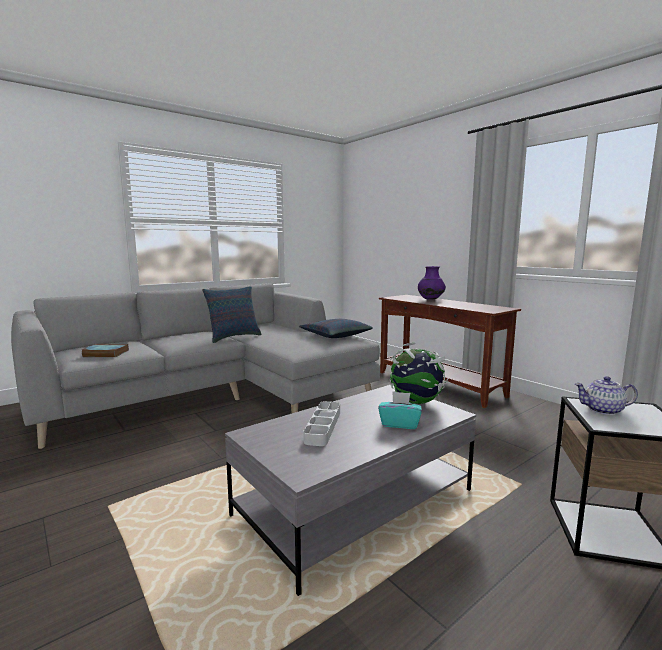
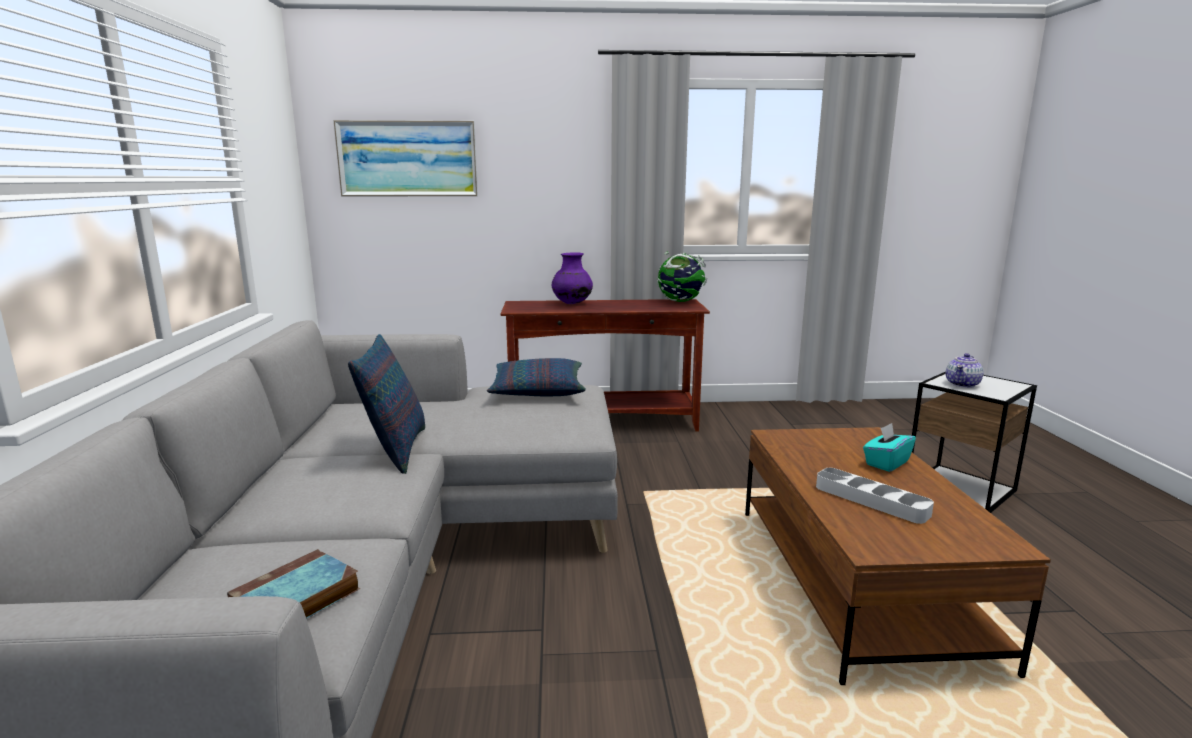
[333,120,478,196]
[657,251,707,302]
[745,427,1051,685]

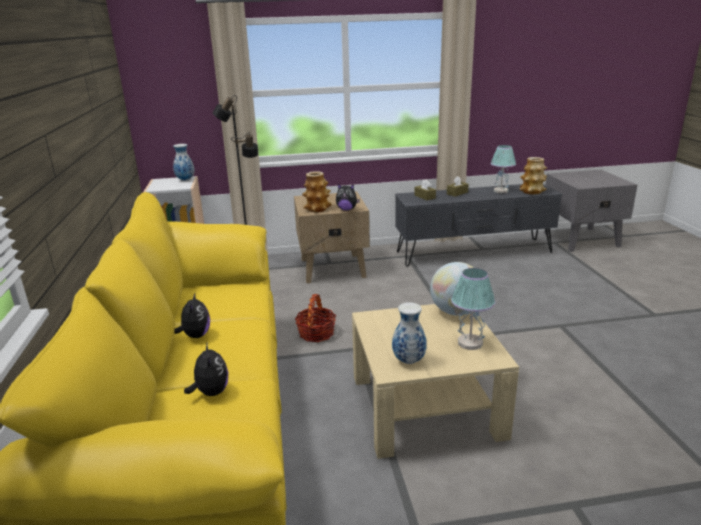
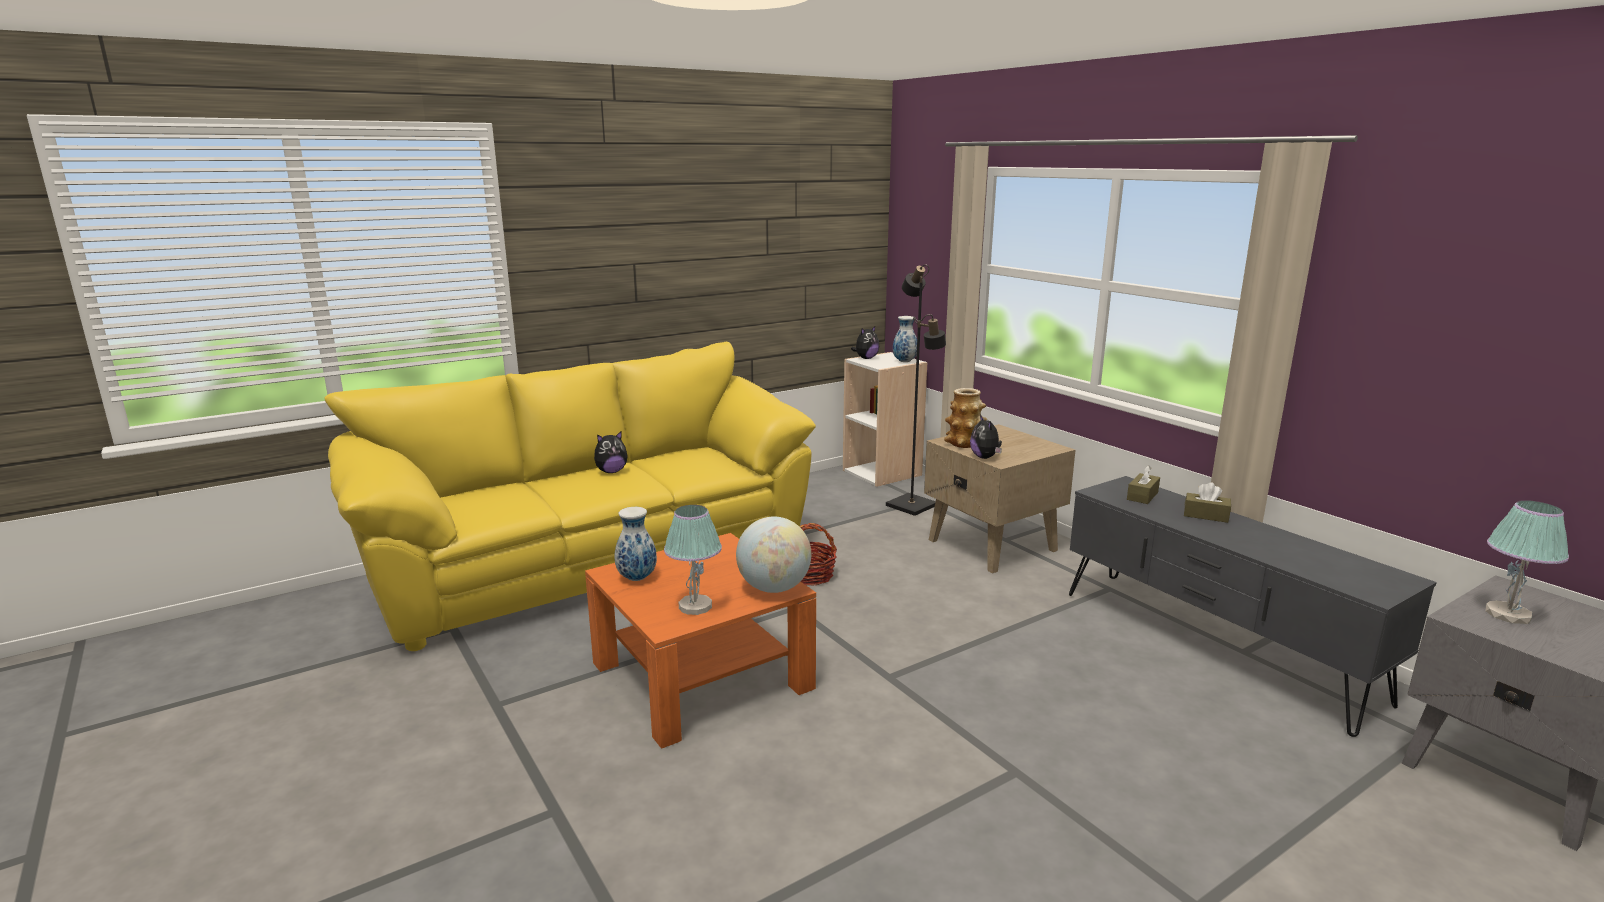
[585,533,816,749]
[851,326,879,359]
[1485,500,1569,624]
[520,157,547,194] (first image)

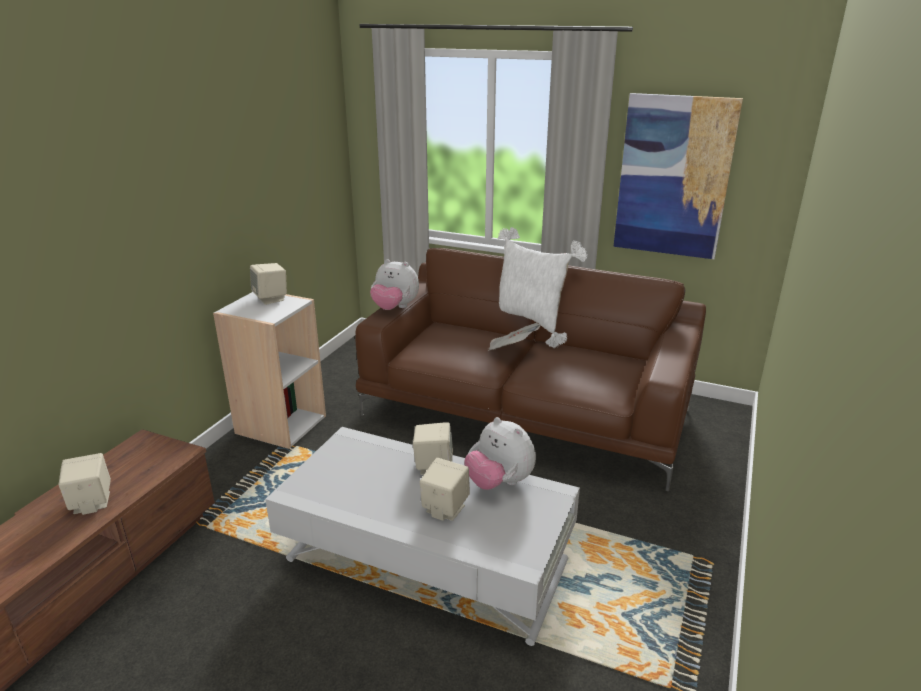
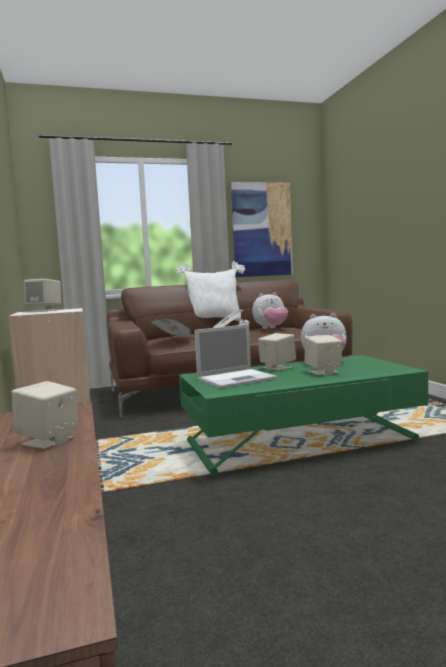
[151,317,193,337]
[179,355,428,476]
[194,324,277,389]
[252,292,288,329]

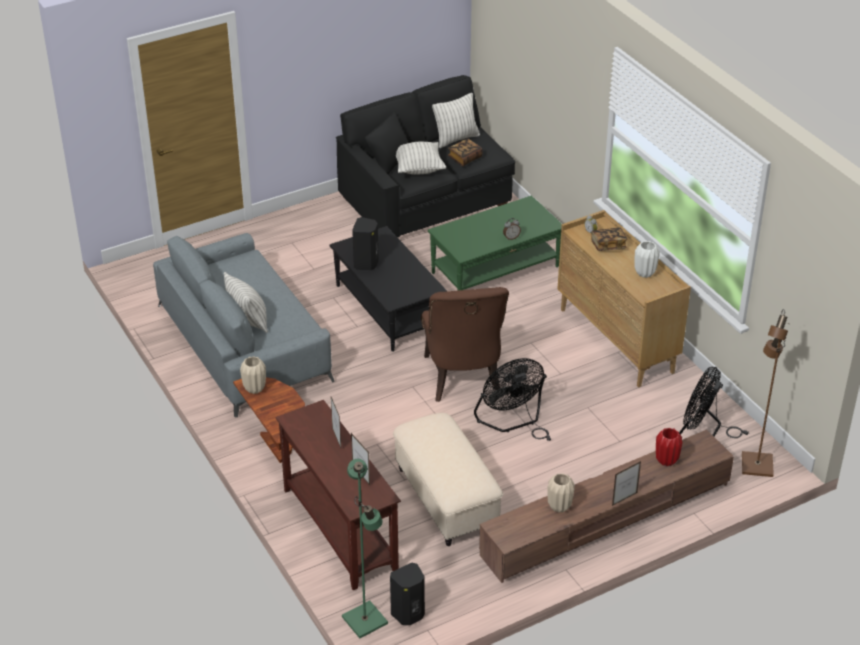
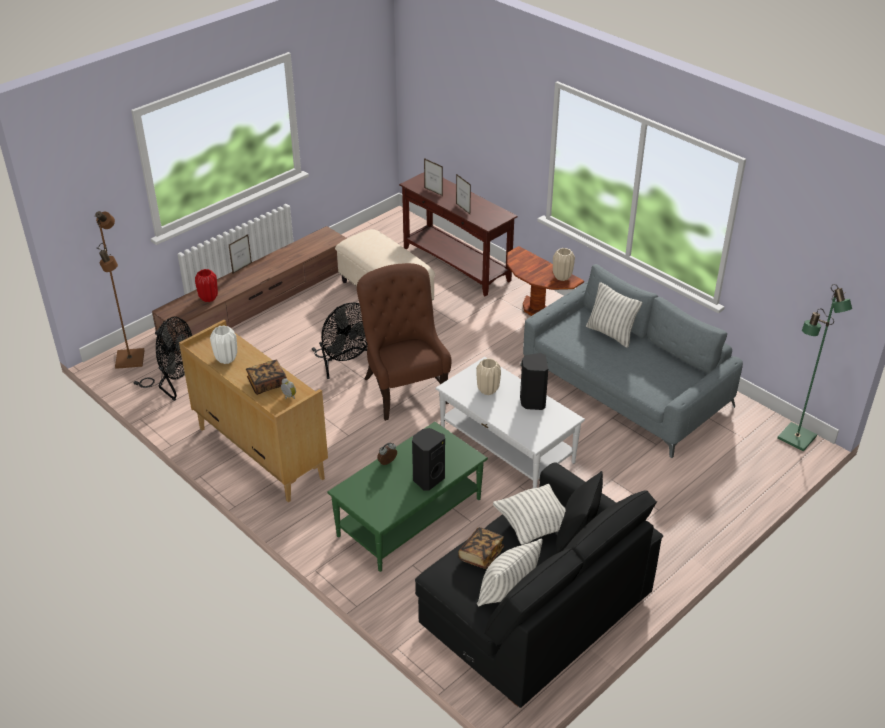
[412,428,445,490]
[436,357,585,488]
[476,358,501,395]
[777,284,852,451]

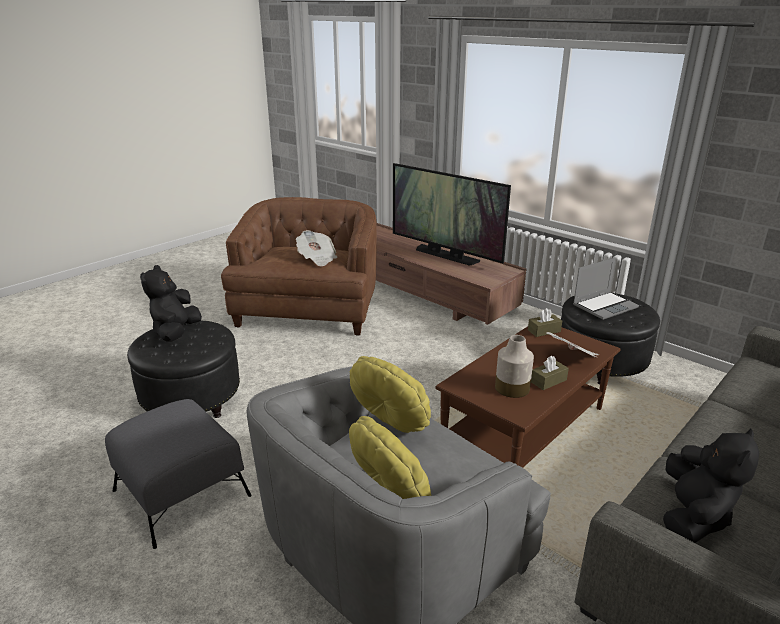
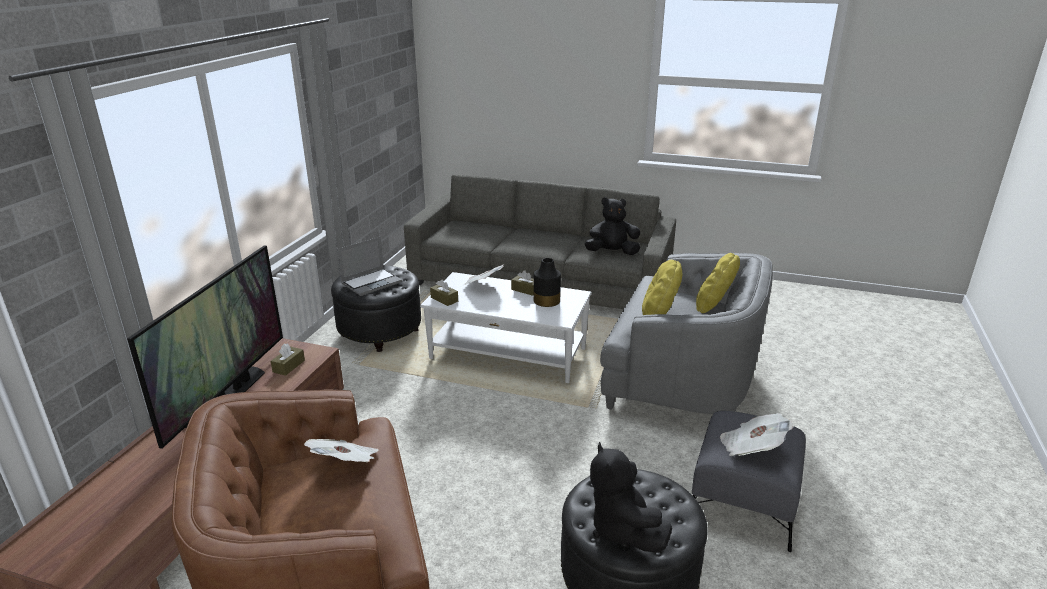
[271,343,305,376]
[337,237,402,296]
[420,272,591,383]
[534,258,561,307]
[590,442,672,553]
[720,413,793,456]

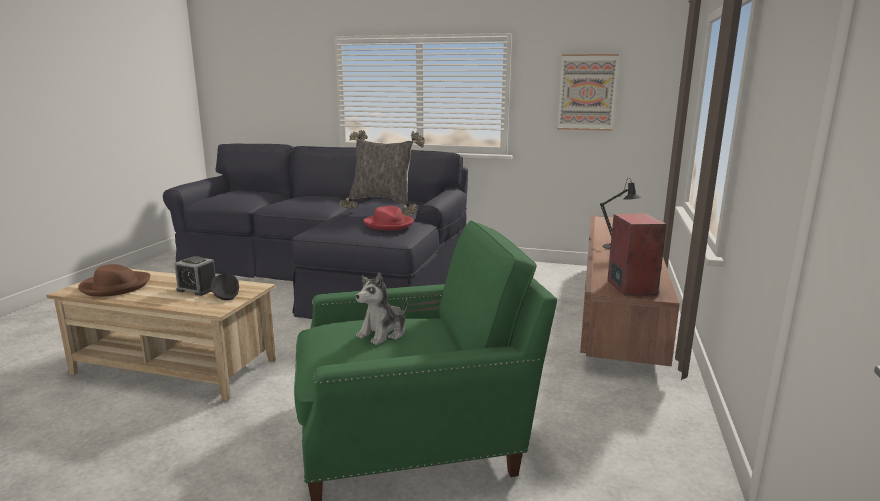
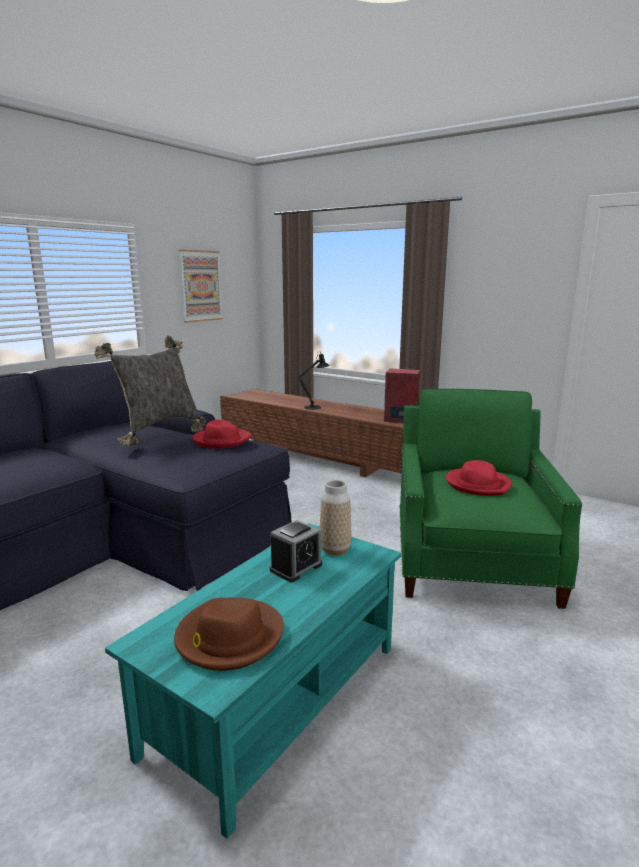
[105,523,401,839]
[320,480,351,555]
[446,460,512,496]

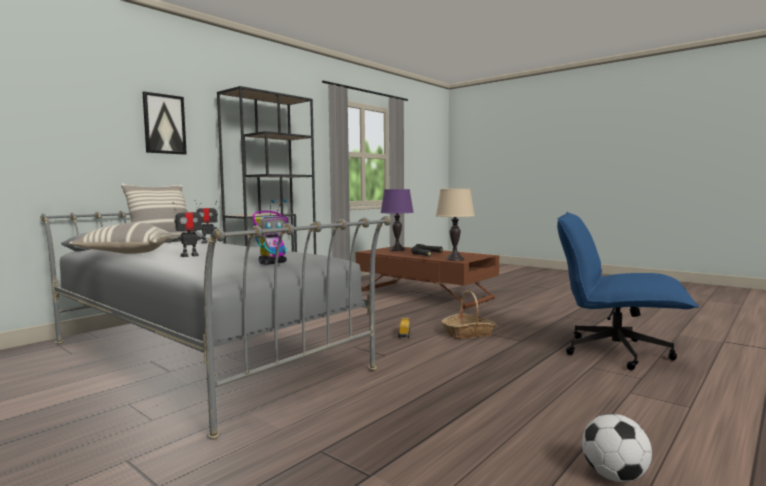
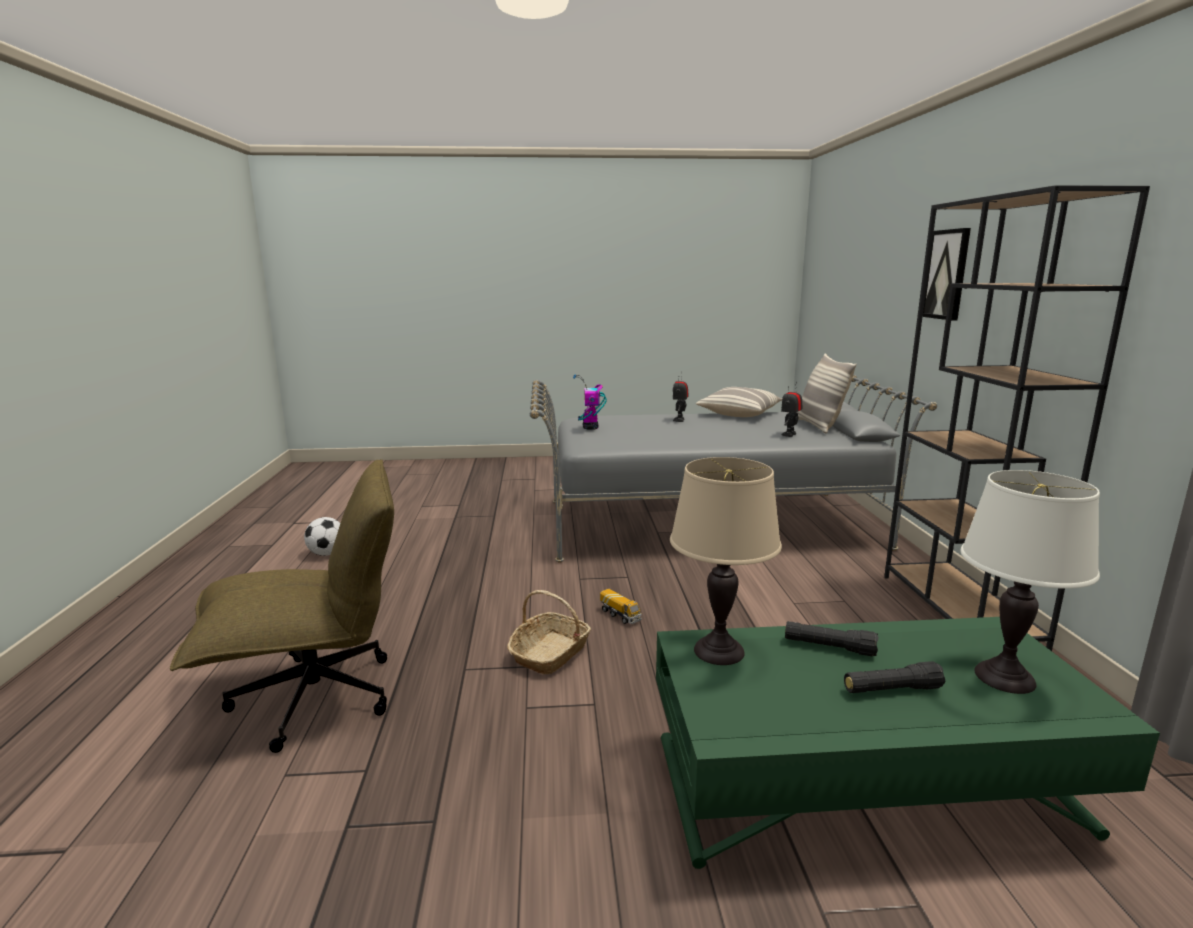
[170,459,394,753]
[656,617,1160,869]
[960,470,1100,694]

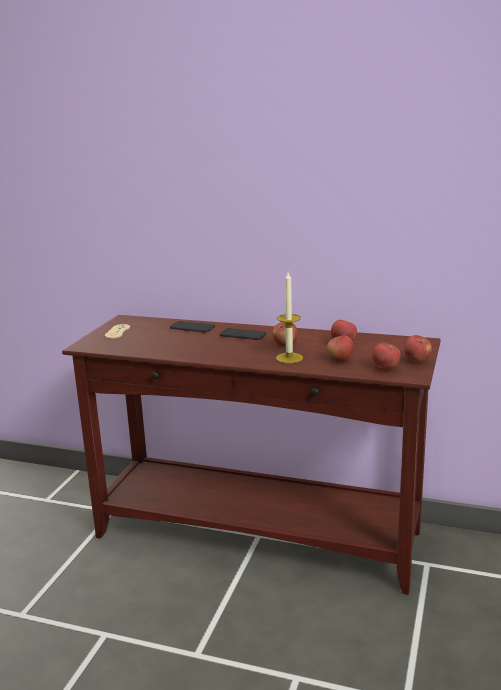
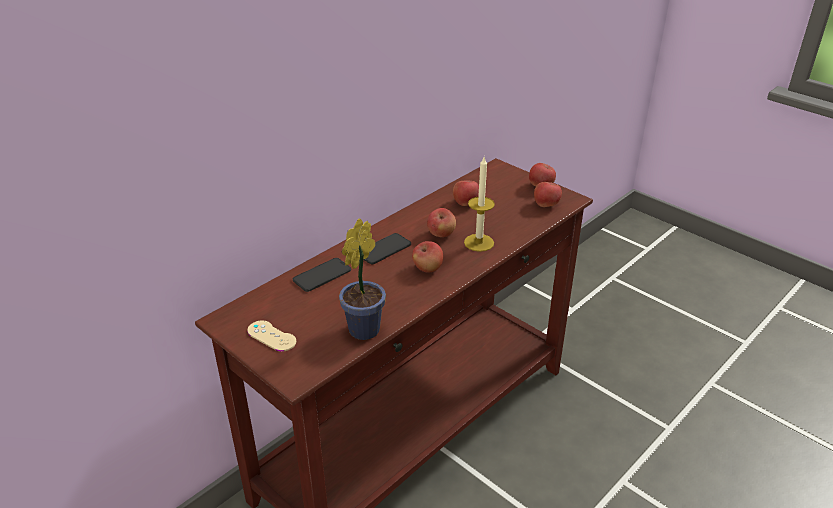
[339,218,386,340]
[412,241,443,273]

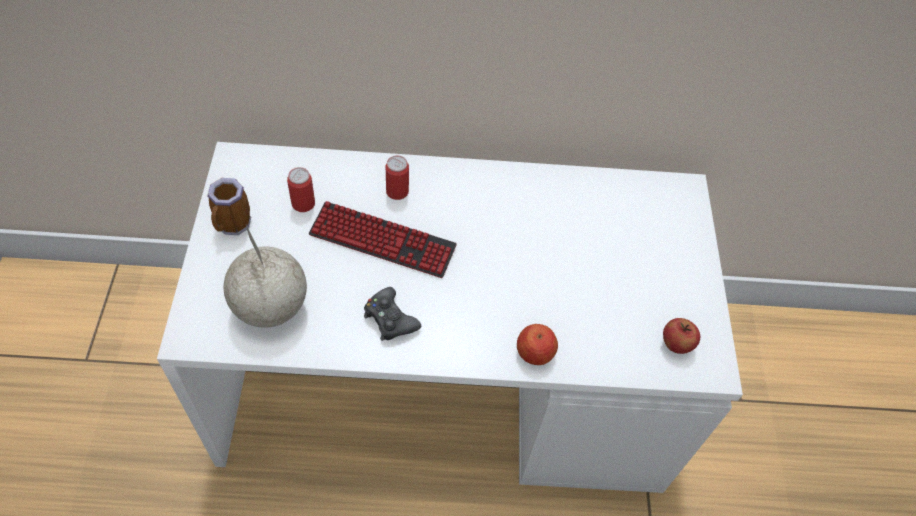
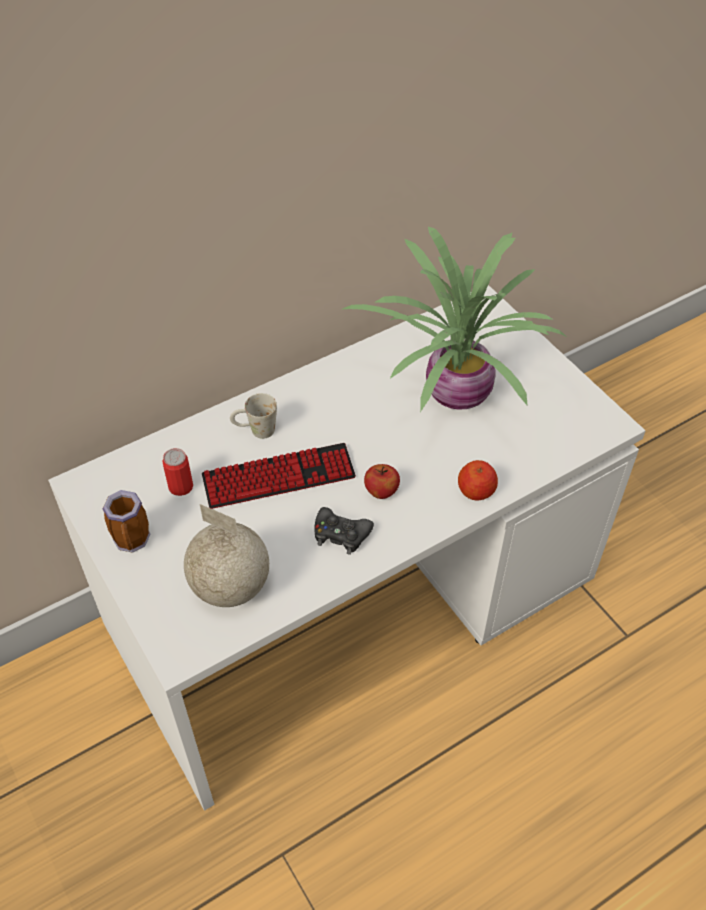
[230,393,277,439]
[343,227,567,412]
[364,464,400,499]

